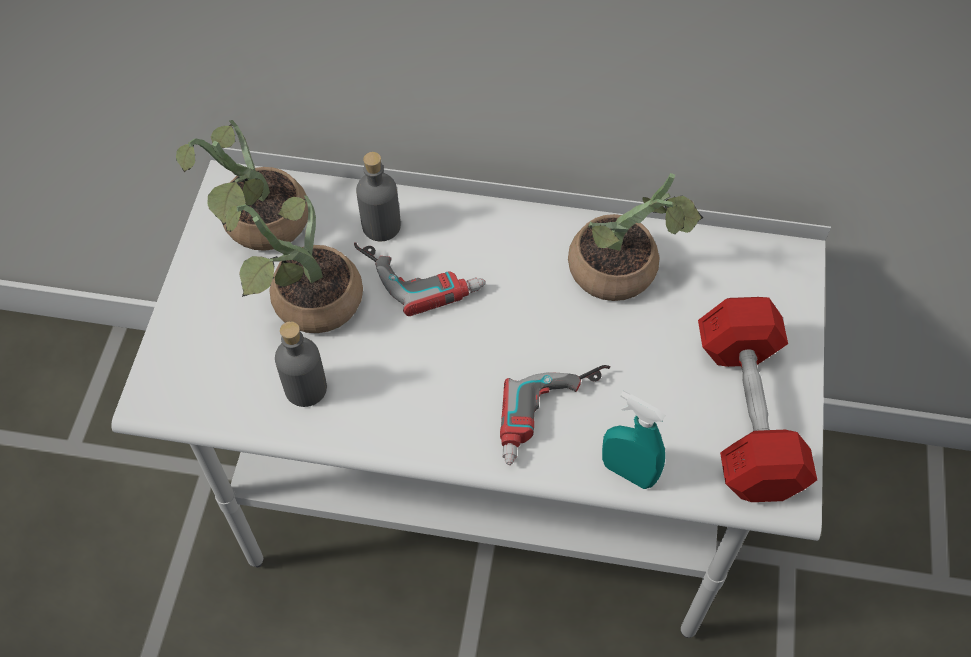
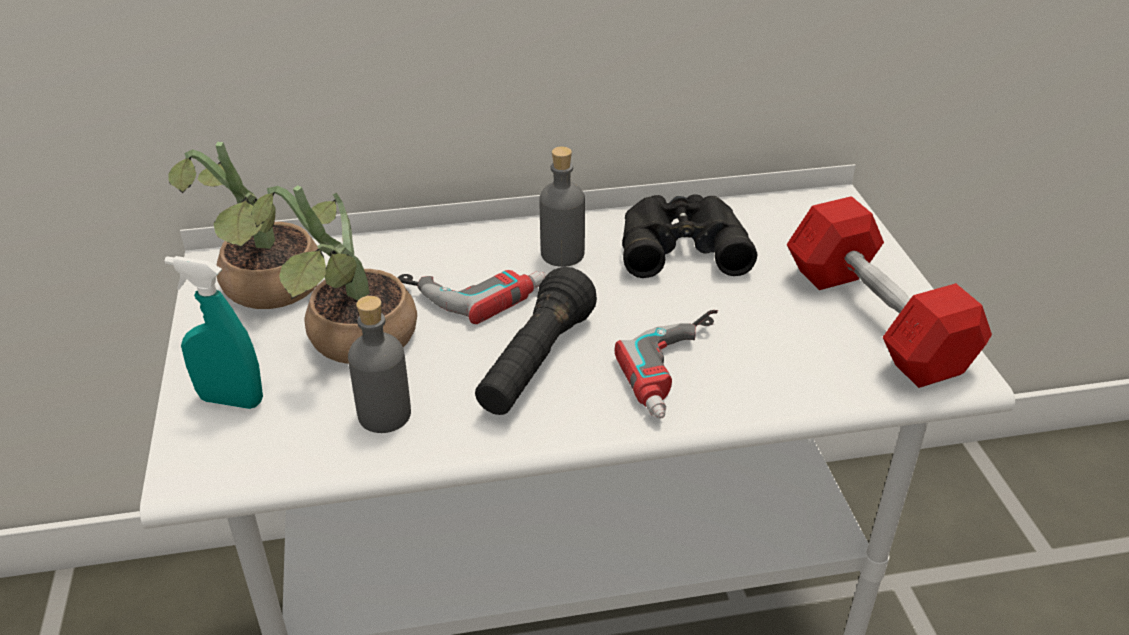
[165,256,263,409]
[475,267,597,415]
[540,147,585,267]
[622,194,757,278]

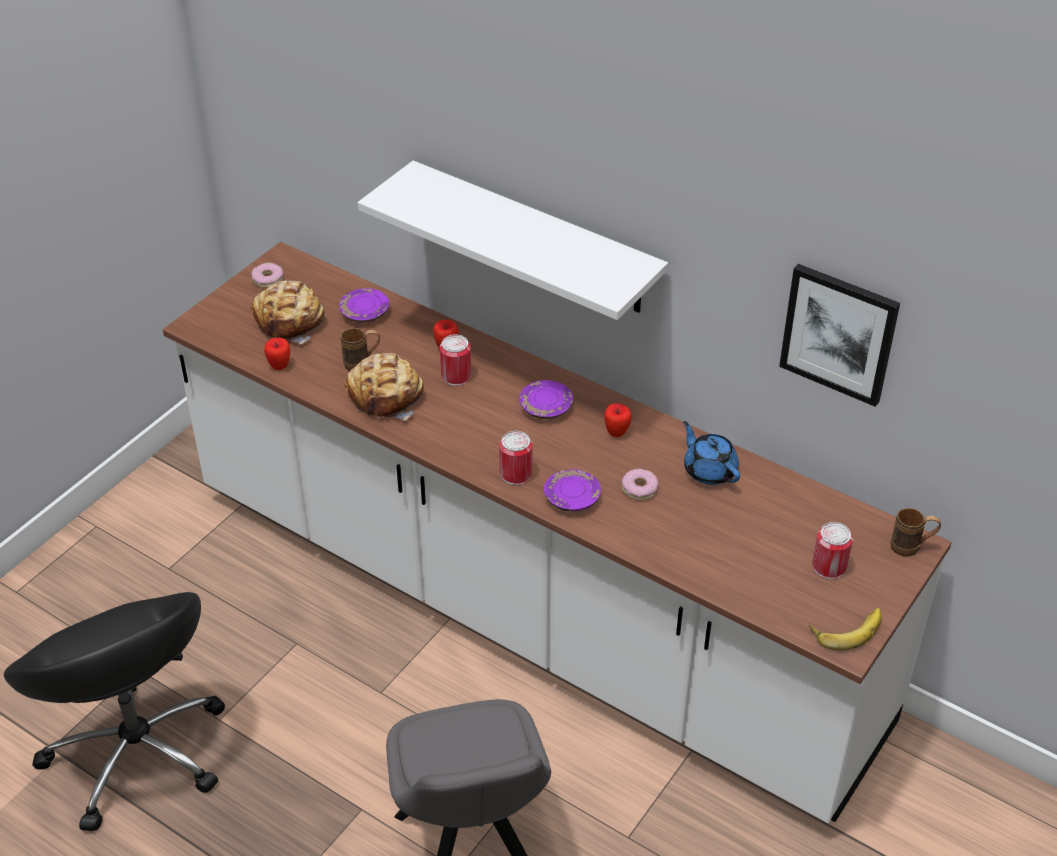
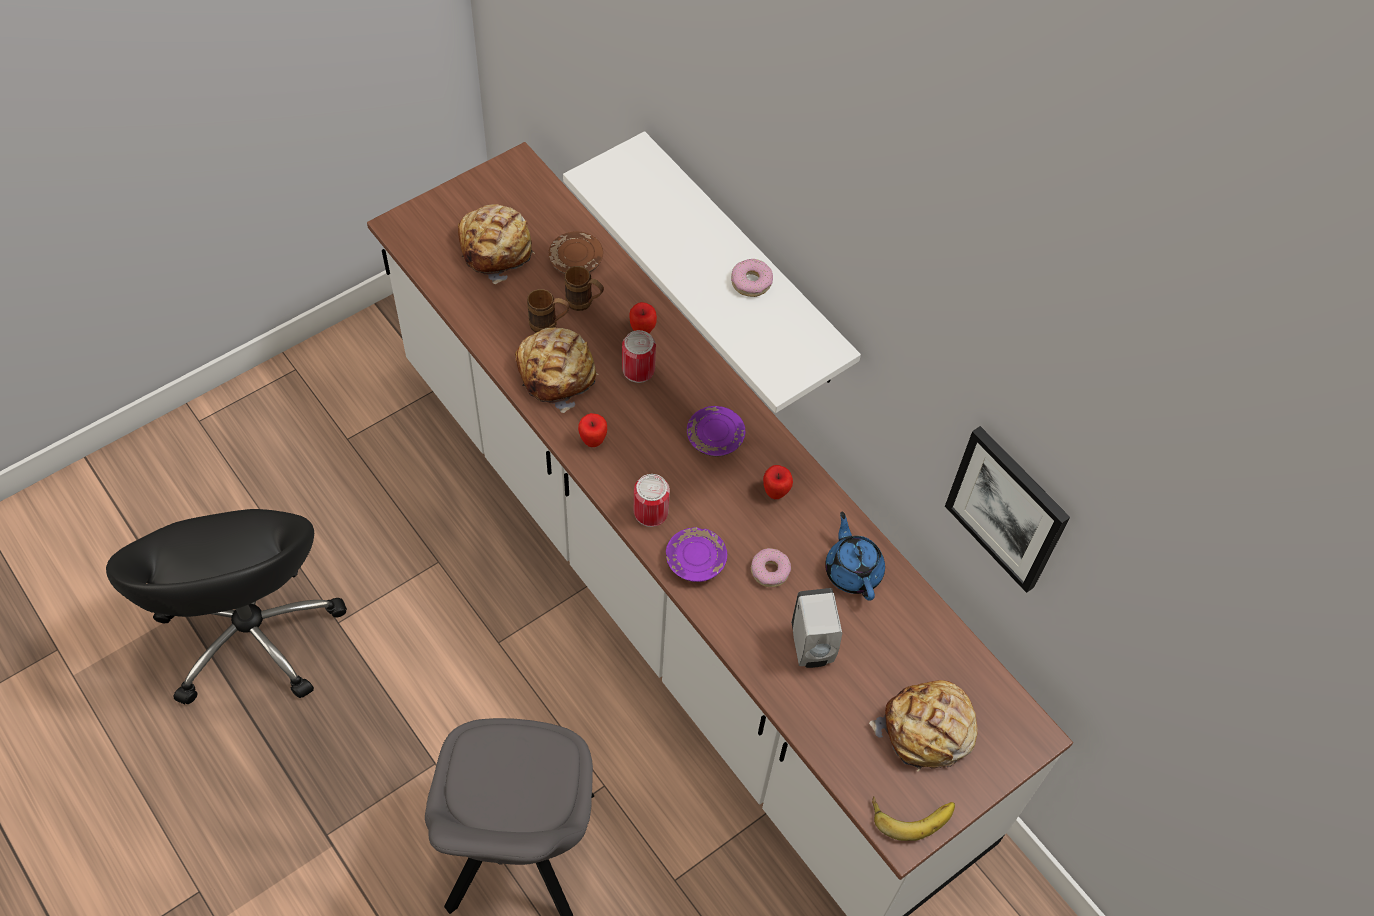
[549,231,603,274]
[564,266,604,311]
[578,413,607,447]
[731,259,773,297]
[791,588,842,668]
[869,680,978,772]

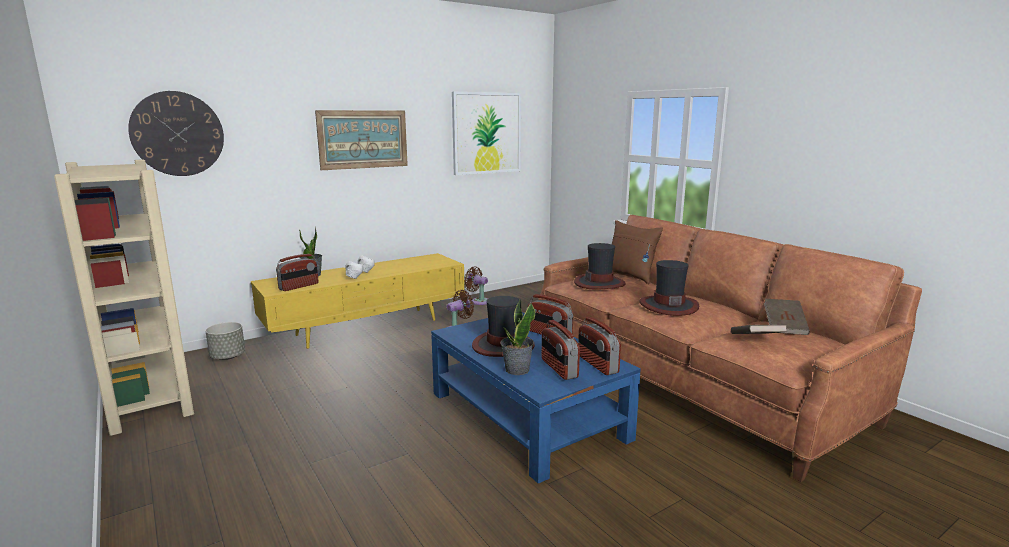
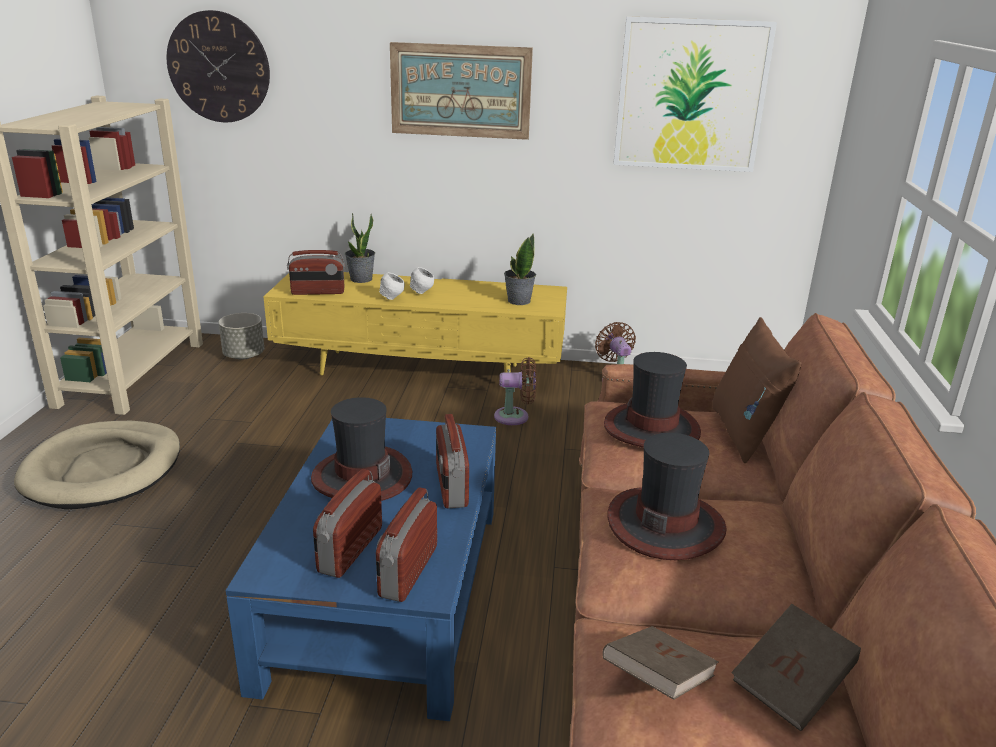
[14,421,180,509]
[504,234,536,305]

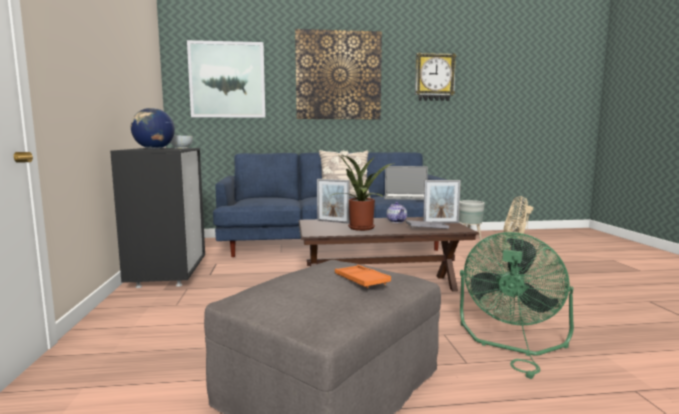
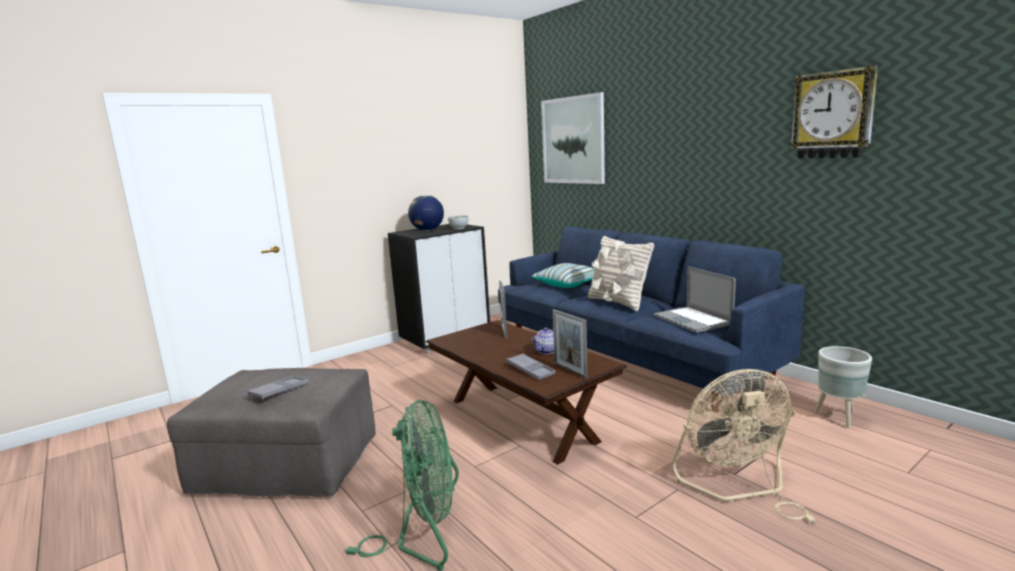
[248,376,309,400]
[531,263,595,288]
[295,29,382,119] (first image)
[330,155,395,231] (first image)

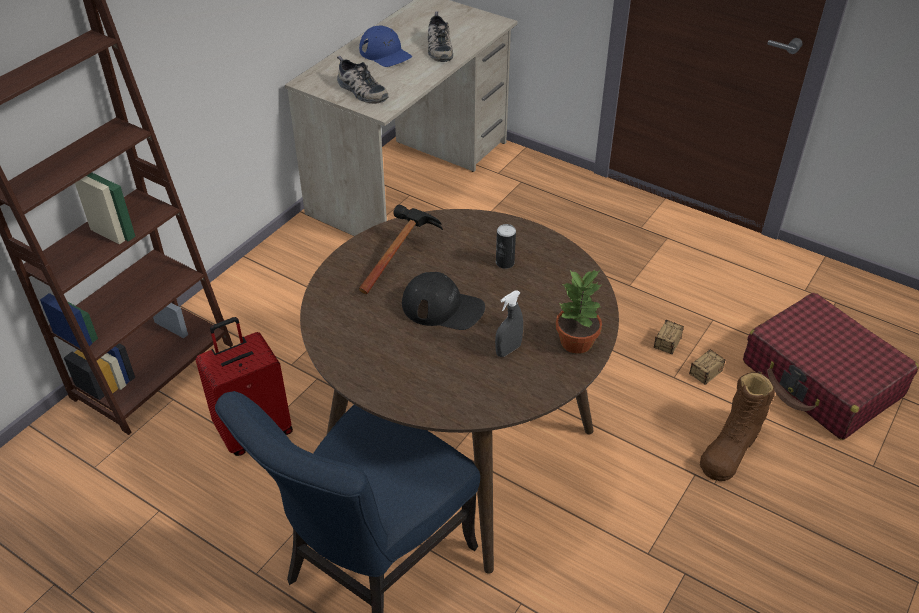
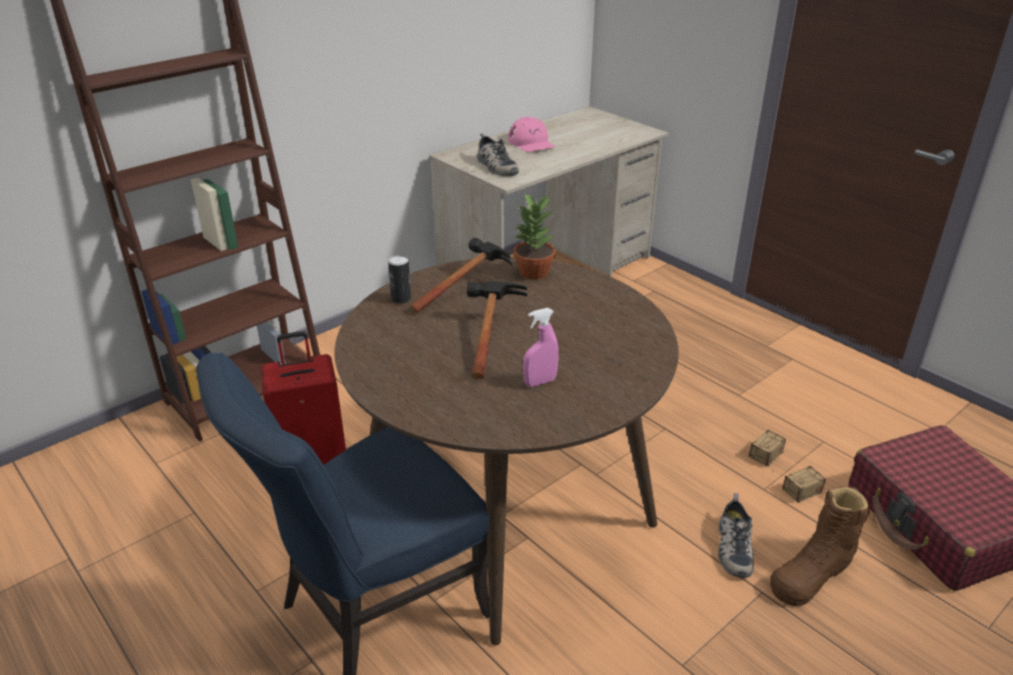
[388,255,411,304]
[467,281,527,379]
[508,117,555,152]
[512,193,556,280]
[523,308,558,387]
[718,493,754,578]

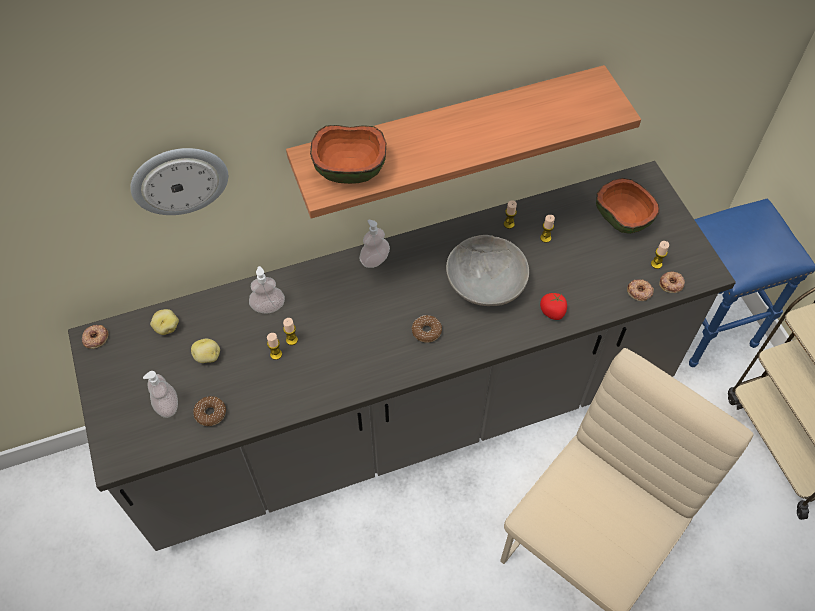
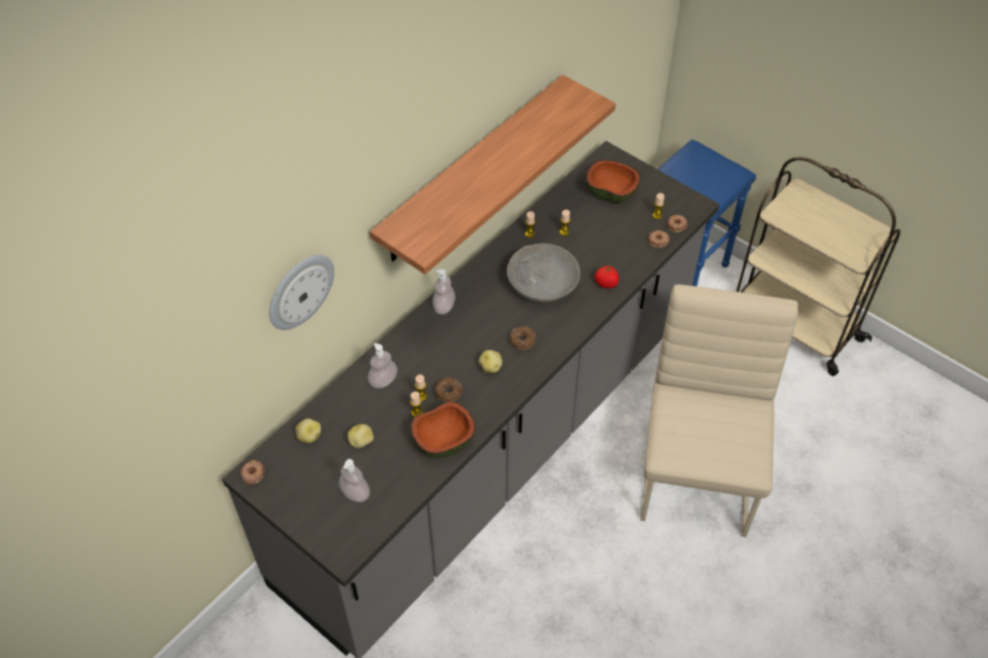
[410,401,476,459]
[434,378,462,402]
[479,350,502,373]

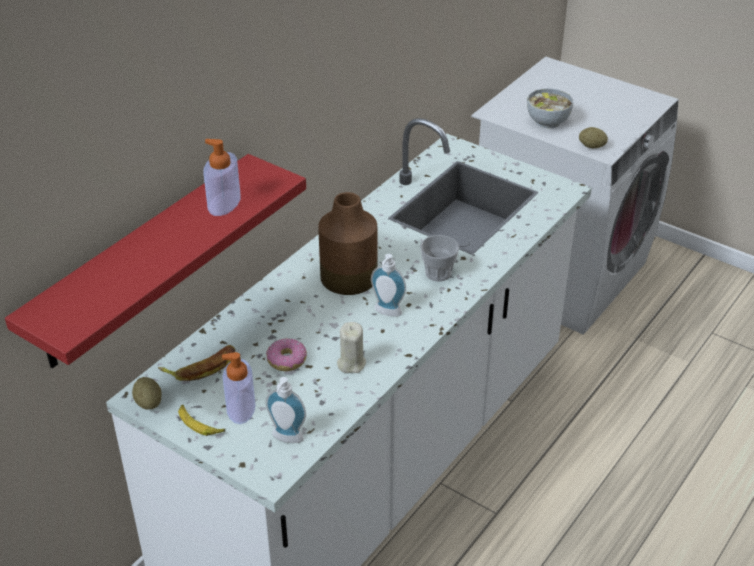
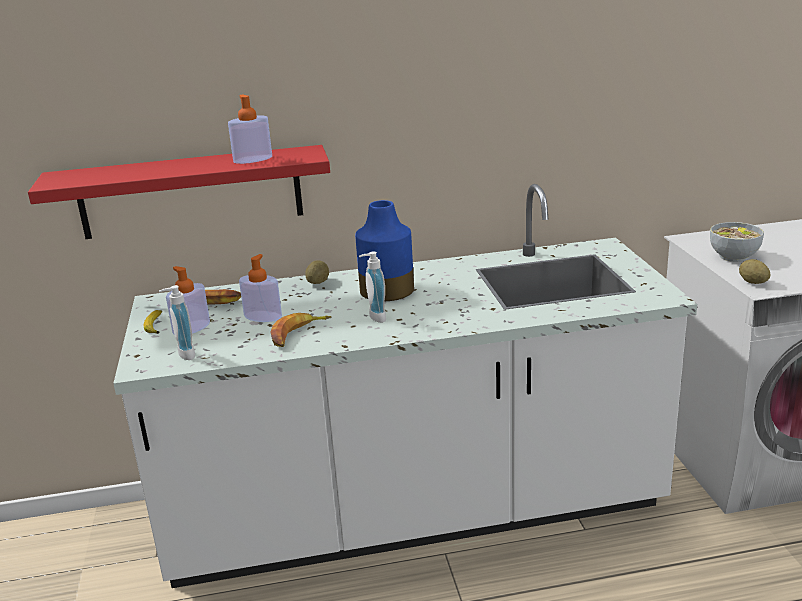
[239,254,282,322]
[270,313,331,347]
[305,260,329,284]
[355,200,414,301]
[420,235,459,282] (first image)

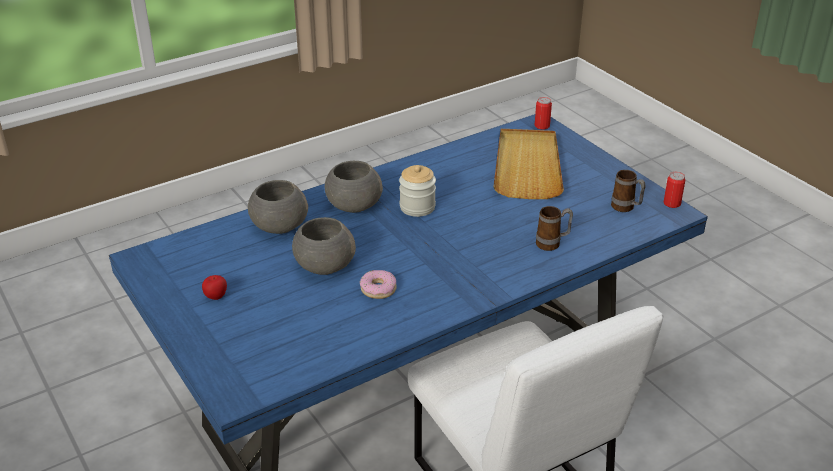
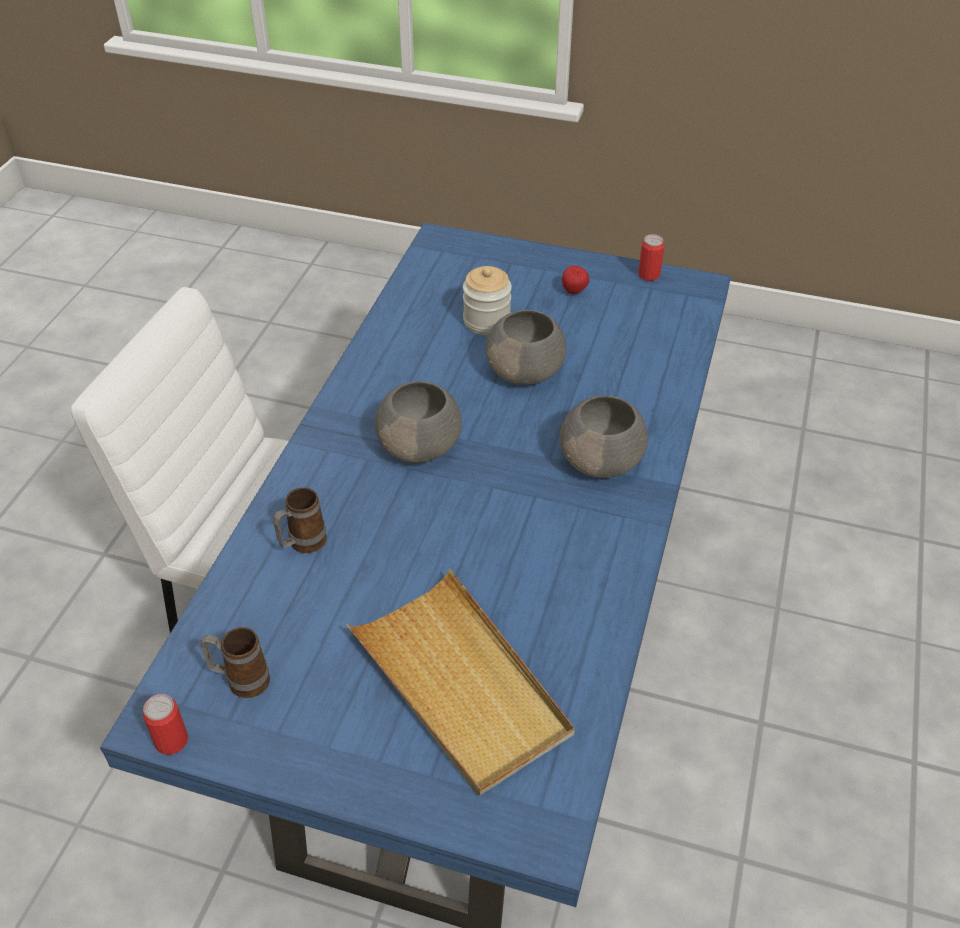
[375,381,462,463]
[463,266,512,335]
[638,234,665,281]
[360,270,397,299] (first image)

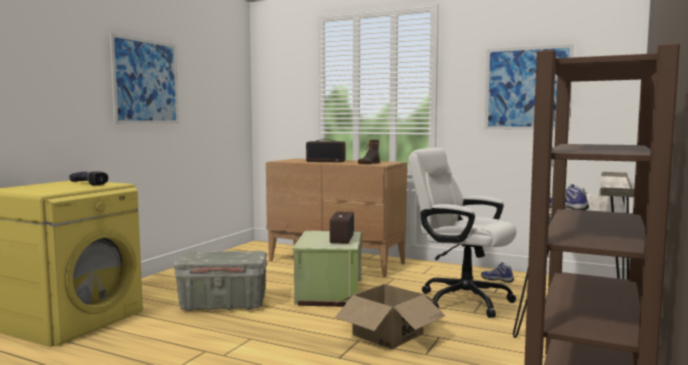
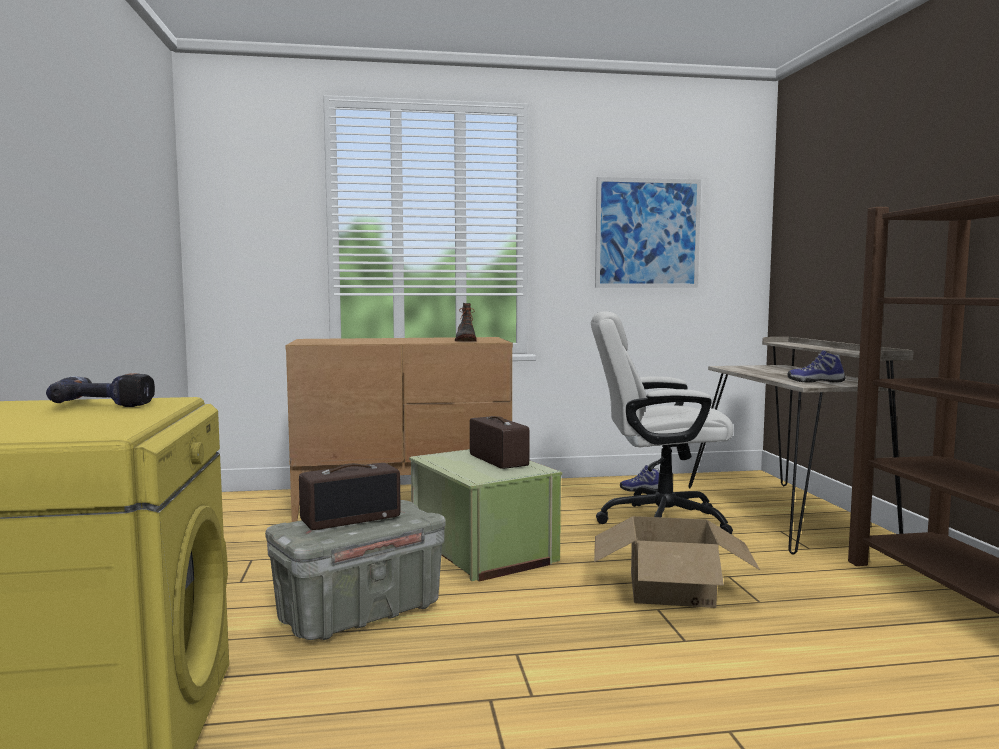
[299,463,401,530]
[110,33,179,124] (first image)

